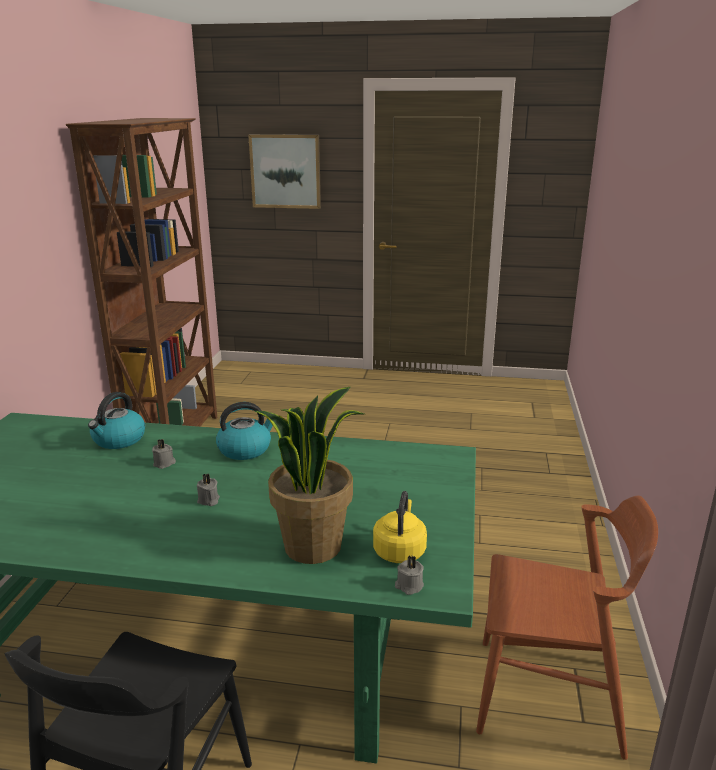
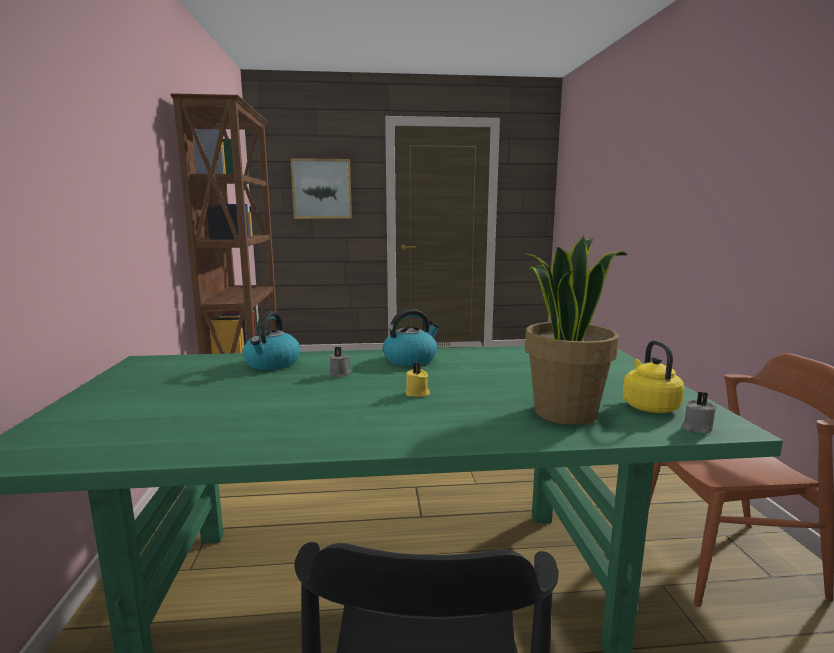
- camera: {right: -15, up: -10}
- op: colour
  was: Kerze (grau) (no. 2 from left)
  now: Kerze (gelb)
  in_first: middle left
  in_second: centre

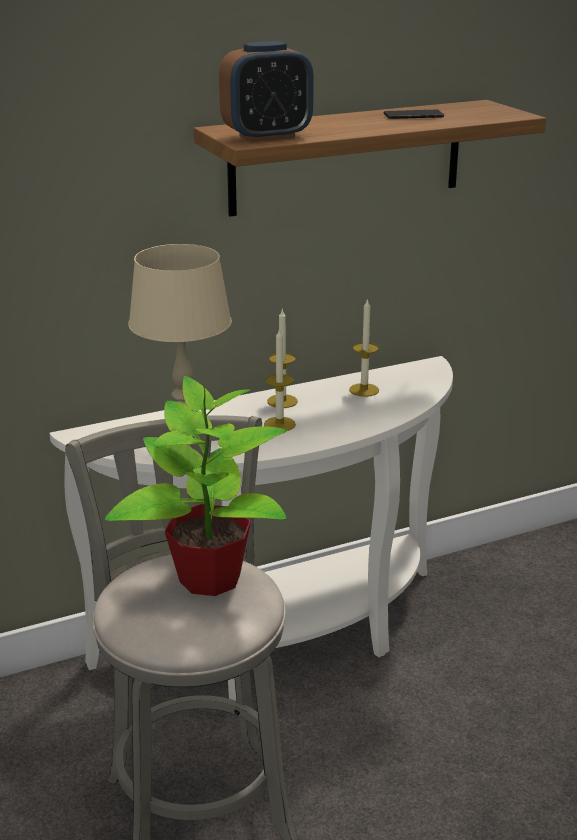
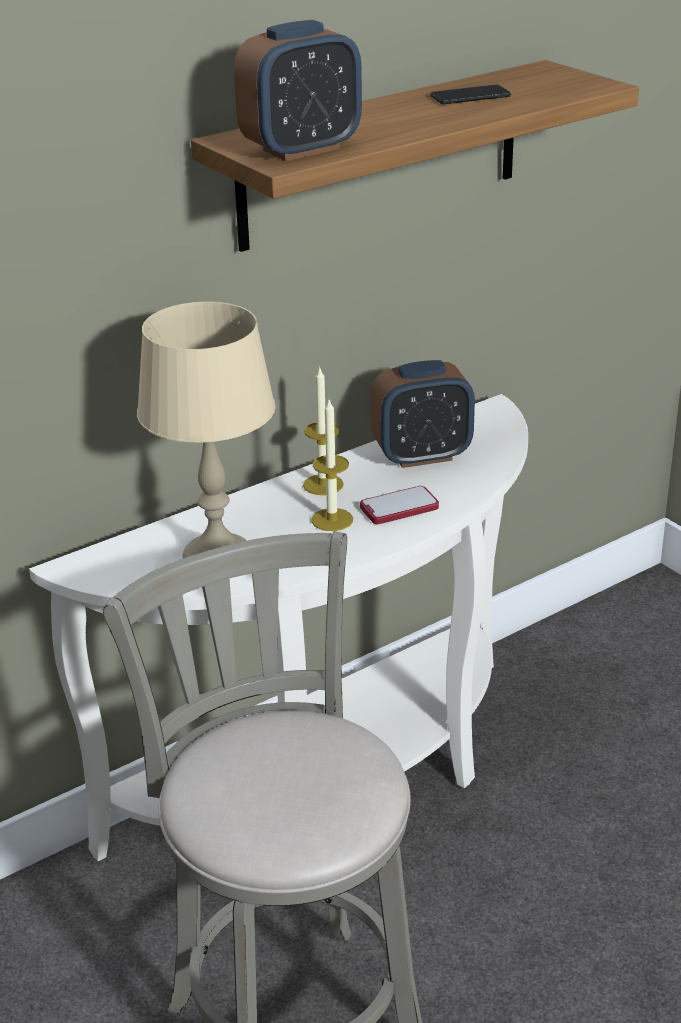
- camera: {right: -10, up: 5}
- op: missing
  was: Topfpflanze
  in_first: centre
- op: appeared
  now: Handy (no. 1 from left)
  in_second: centre
- op: exchanged
  was: Kerze (no. 3 from left)
  now: Wecker (no. 2 from left)
  in_first: centre
  in_second: centre

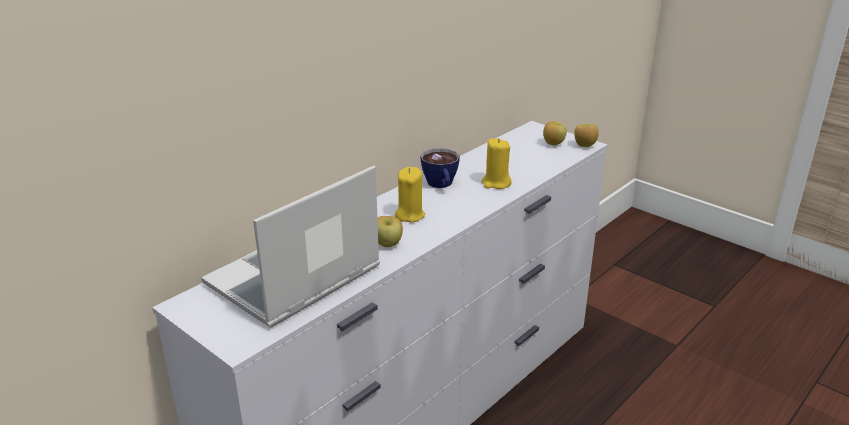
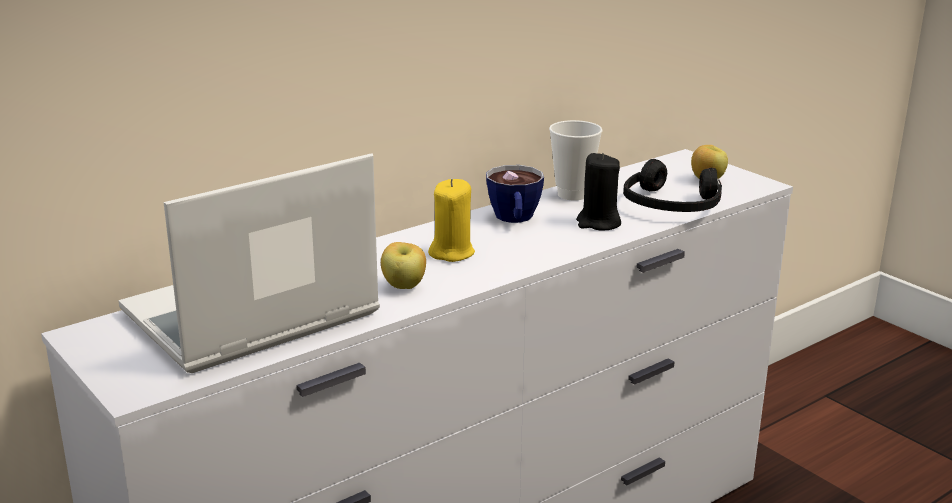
- camera: {right: 10, up: -5}
- op: missing
  was: Apfel (no. 3 from left)
  in_first: top right
- op: appeared
  now: Tasse (no. 2 from left)
  in_second: top centre
- op: appeared
  now: Kopfhörer (schwarz)
  in_second: middle right
- op: colour
  was: Kerze (gelb) (no. 2 from left)
  now: Kerze (schwarz)
  in_first: centre
  in_second: centre

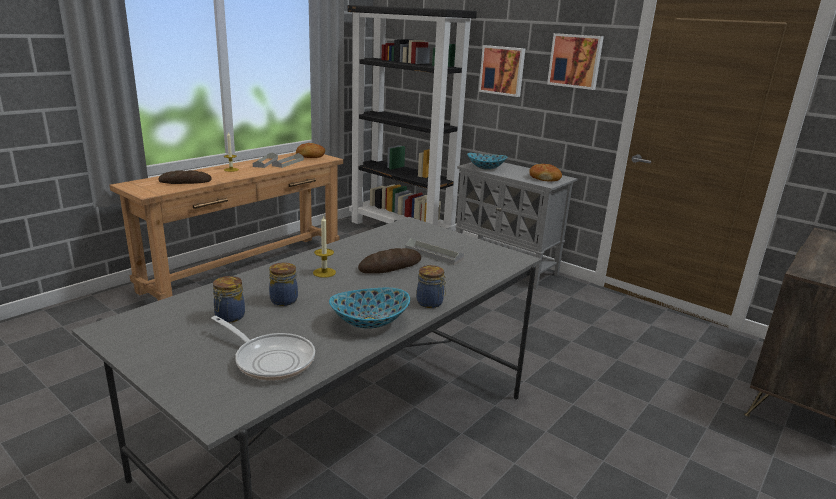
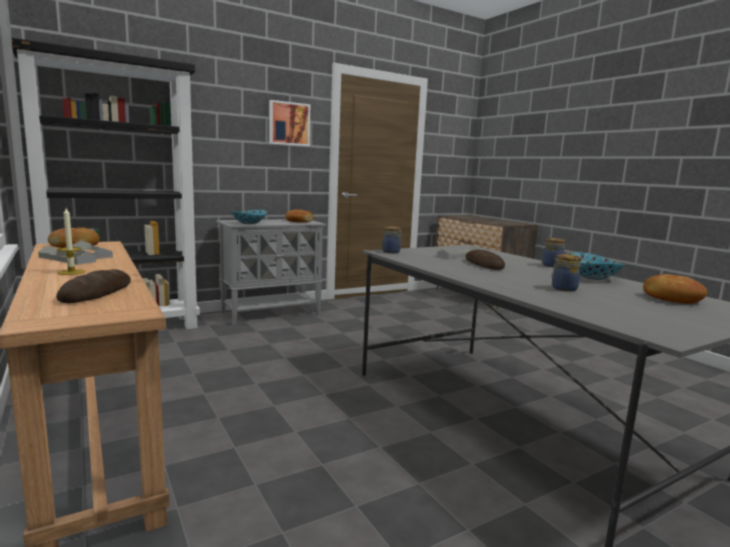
- camera: {right: -70, up: -10}
- op: missing
  was: Kerze (no. 2 from left)
  in_first: centre
- op: missing
  was: Bild (no. 1 from left)
  in_first: top centre
- op: relocated
  was: Vorratsglas (no. 1 from left)
  in_first: middle left
  in_second: centre
- op: exchanged
  was: Pfanne
  now: Brot (no. 5 from left)
  in_first: bottom left
  in_second: middle right

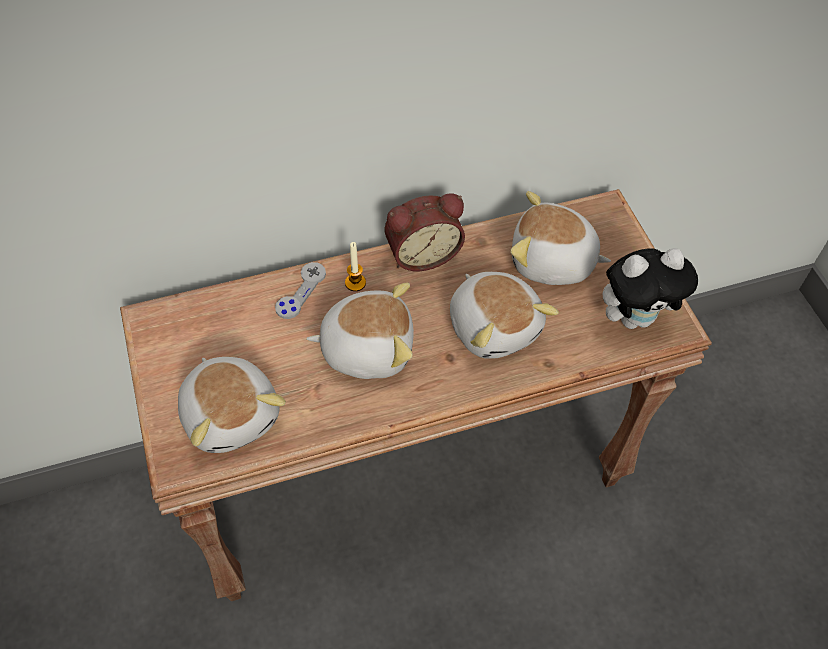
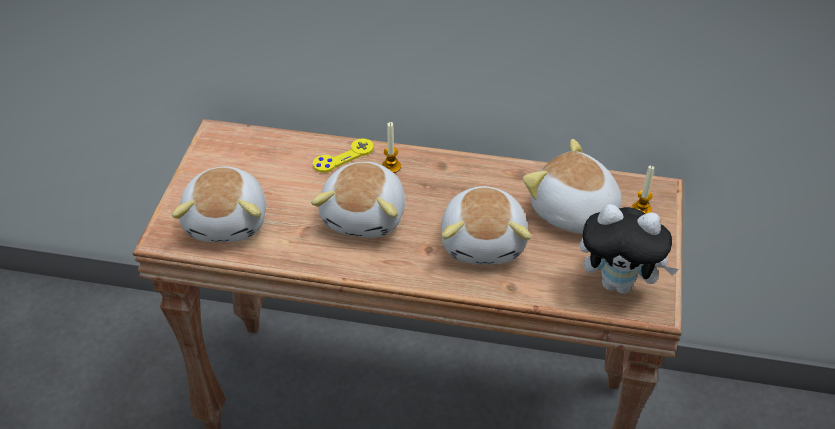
- camera: {right: 30, up: -10}
- op: missing
  was: Wecker
  in_first: centre
- op: appeared
  now: Kerze (no. 2 from left)
  in_second: middle right
- op: colour
  was: Gamepad (grau)
  now: Gamepad (gelb)
  in_first: centre
  in_second: centre
- op: spun
  was: Plüschtier (no. 2 from left)
  in_first: centre
  in_second: centre
  clockwise: 75

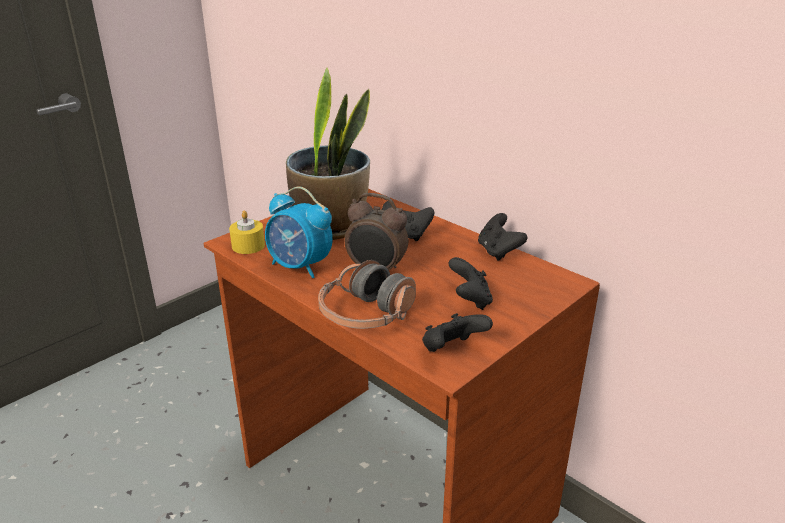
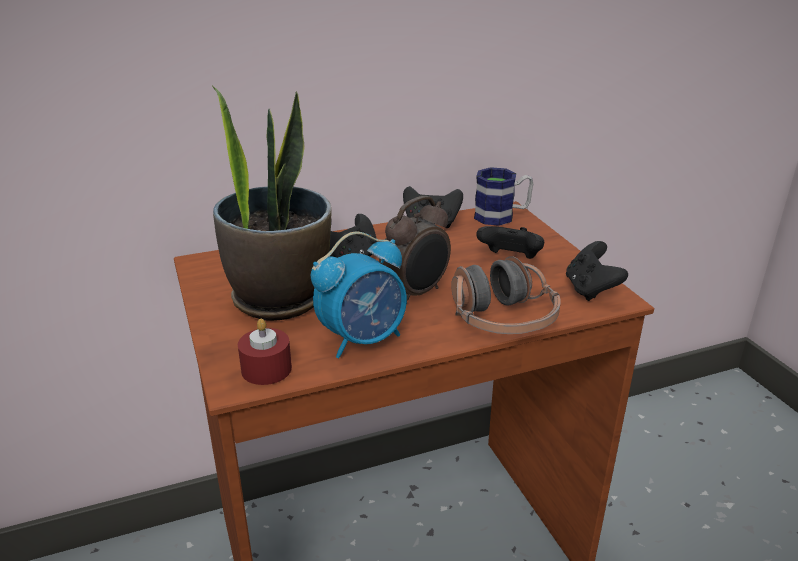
- camera: {right: -65, up: 0}
- op: appeared
  now: Henkelbecher
  in_second: centre
- op: colour
  was: Kerze (gelb)
  now: Kerze (rot)
  in_first: middle left
  in_second: middle left

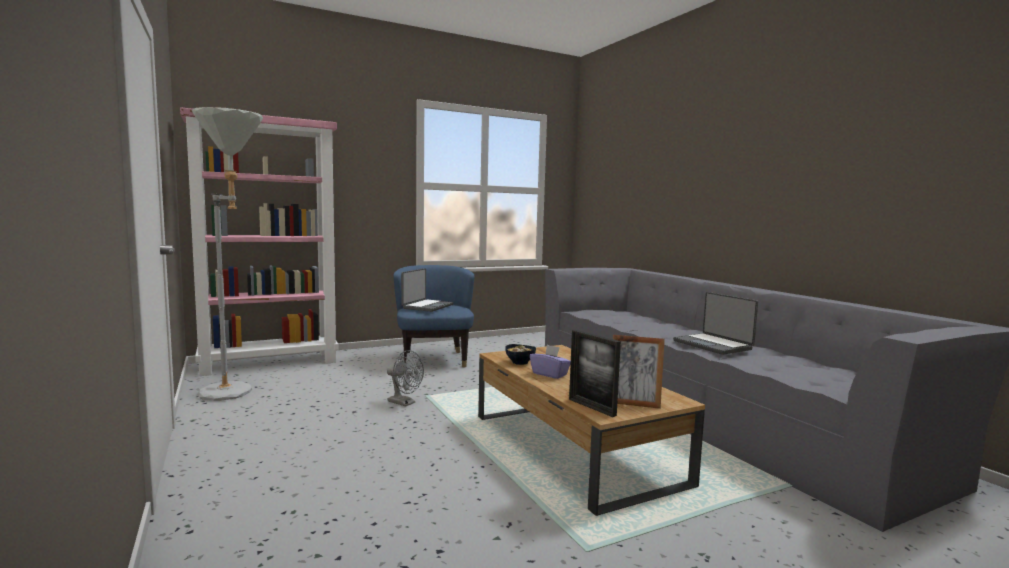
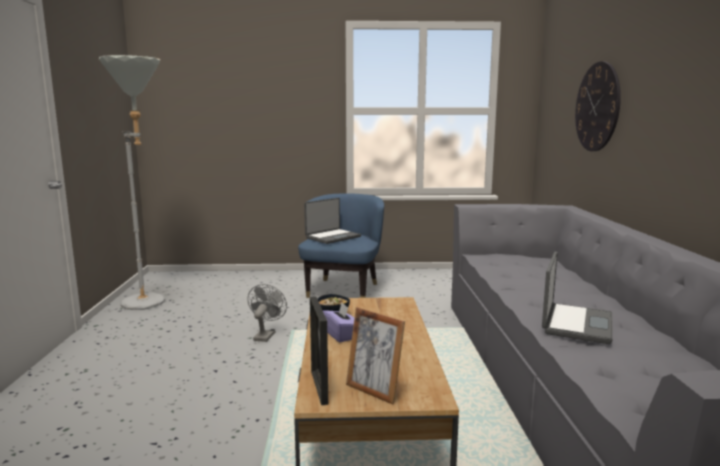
- camera: {right: 25, up: 5}
- op: missing
  was: Bücherregal (rosa)
  in_first: middle left
- op: appeared
  now: Wanduhr
  in_second: top right
- op: spun
  was: Ventilator (grau)
  in_first: centre
  in_second: bottom centre
  clockwise: -135
- op: spun
  was: Laptop (no. 2 from left)
  in_first: middle right
  in_second: middle right
  clockwise: -150

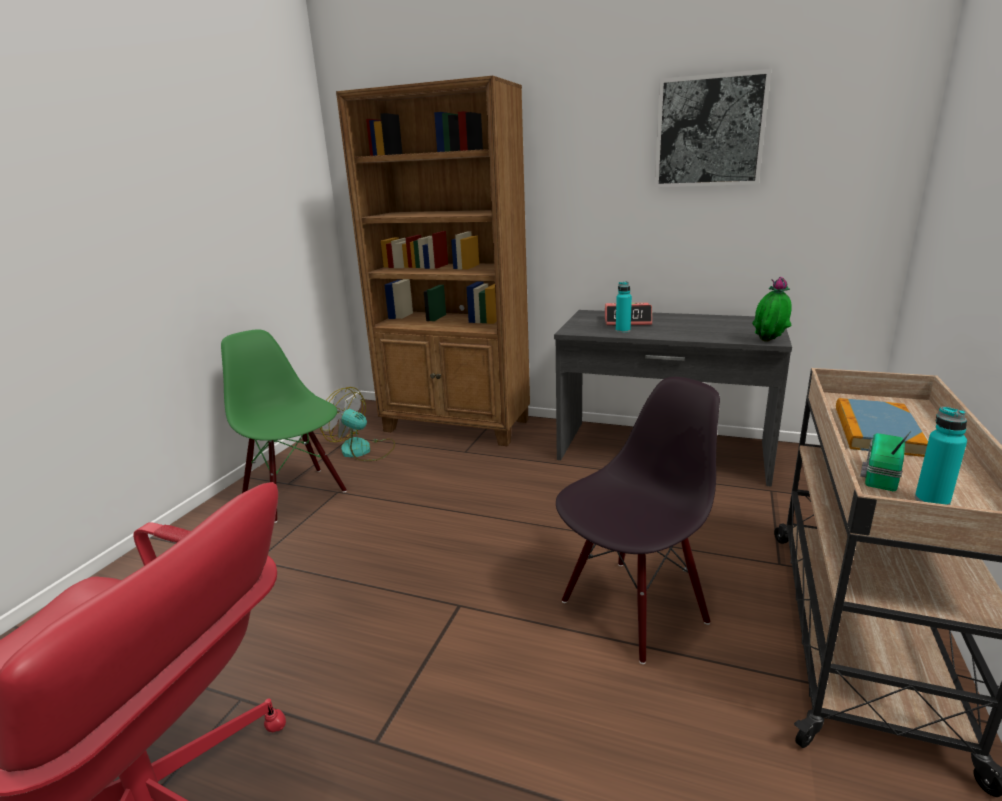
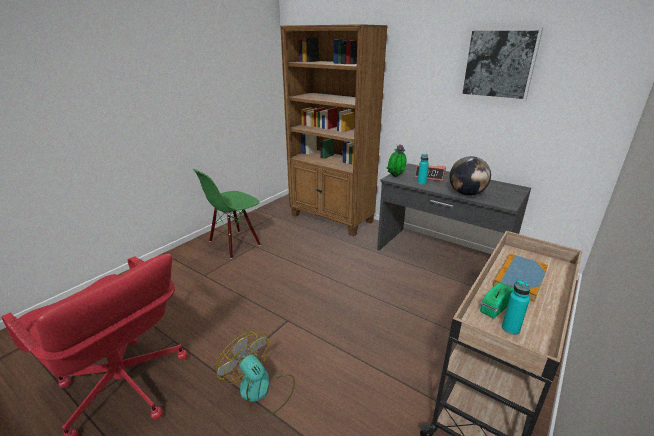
- camera: {right: 15, up: 5}
- op: missing
  was: Stuhl (schwarz)
  in_first: centre
- op: appeared
  now: Globus
  in_second: middle right
- op: relocated
  was: Ventilator
  in_first: centre
  in_second: bottom centre
- op: relocated
  was: Topfpflanze
  in_first: middle right
  in_second: centre
- op: spun
  was: Stuhl (grün)
  in_first: middle left
  in_second: centre
  clockwise: -105

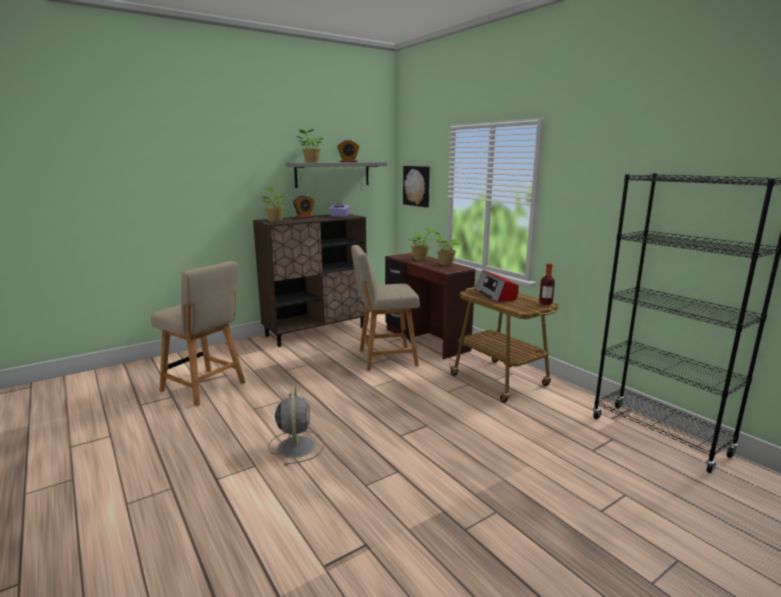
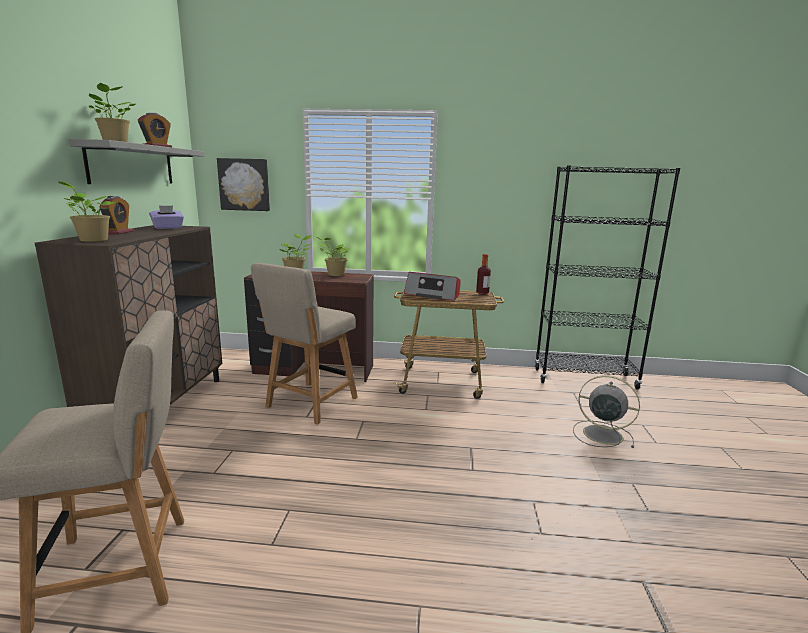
- camera: {right: -50, up: 0}
- op: relocated
  was: Ventilator (grau)
  in_first: bottom centre
  in_second: middle right

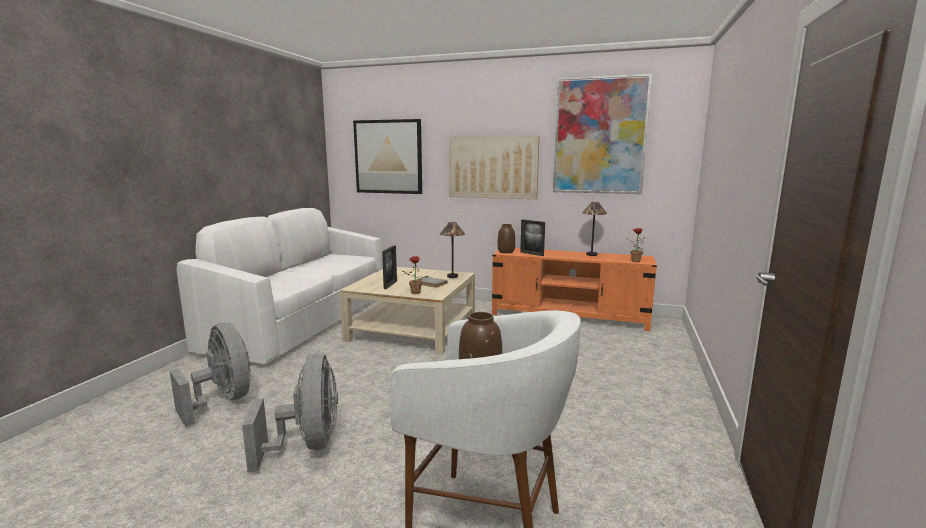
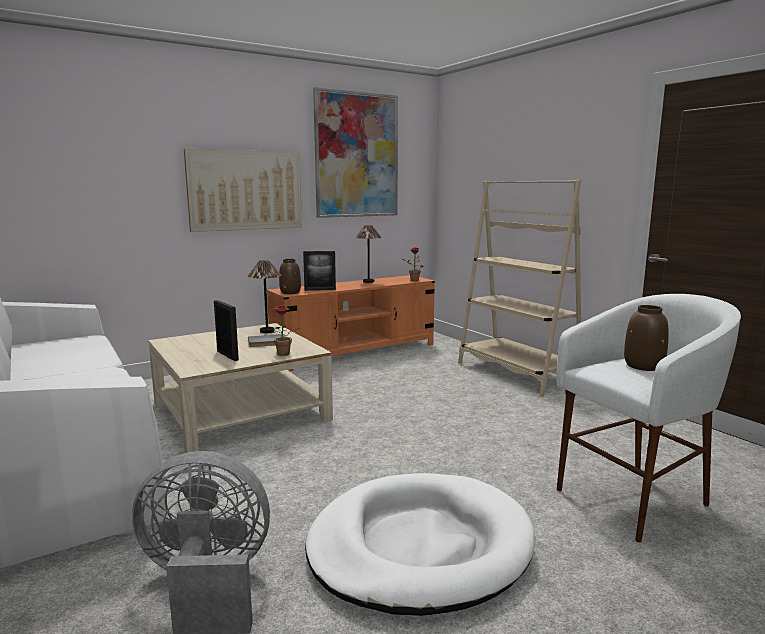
- camera: {right: -50, up: 0}
- op: missing
  was: Bild (no. 1 from left)
  in_first: top centre
- op: appeared
  now: Bücherregal (beige)
  in_second: middle right
- op: exchanged
  was: Ventilator (grau) (no. 2 from left)
  now: Hundebett (weiß)
  in_first: bottom left
  in_second: bottom centre

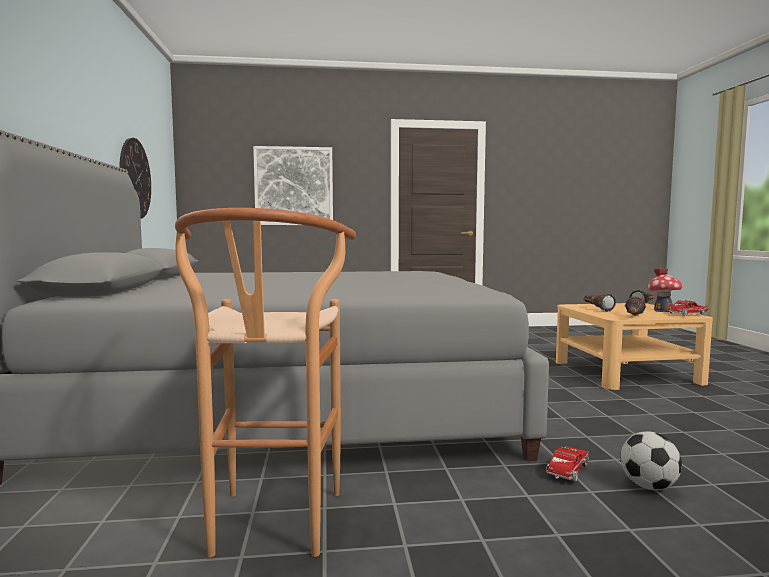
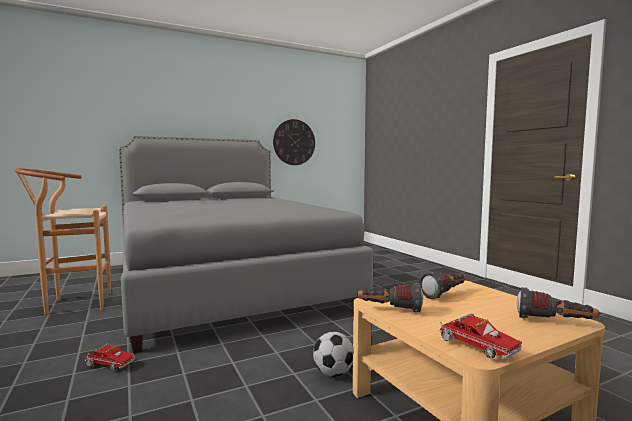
- camera: {right: 70, up: 0}
- op: missing
  was: Bild
  in_first: top centre
- op: missing
  was: Spielzeughaus
  in_first: middle right
- op: relocated
  was: Fußball
  in_first: bottom right
  in_second: bottom centre

